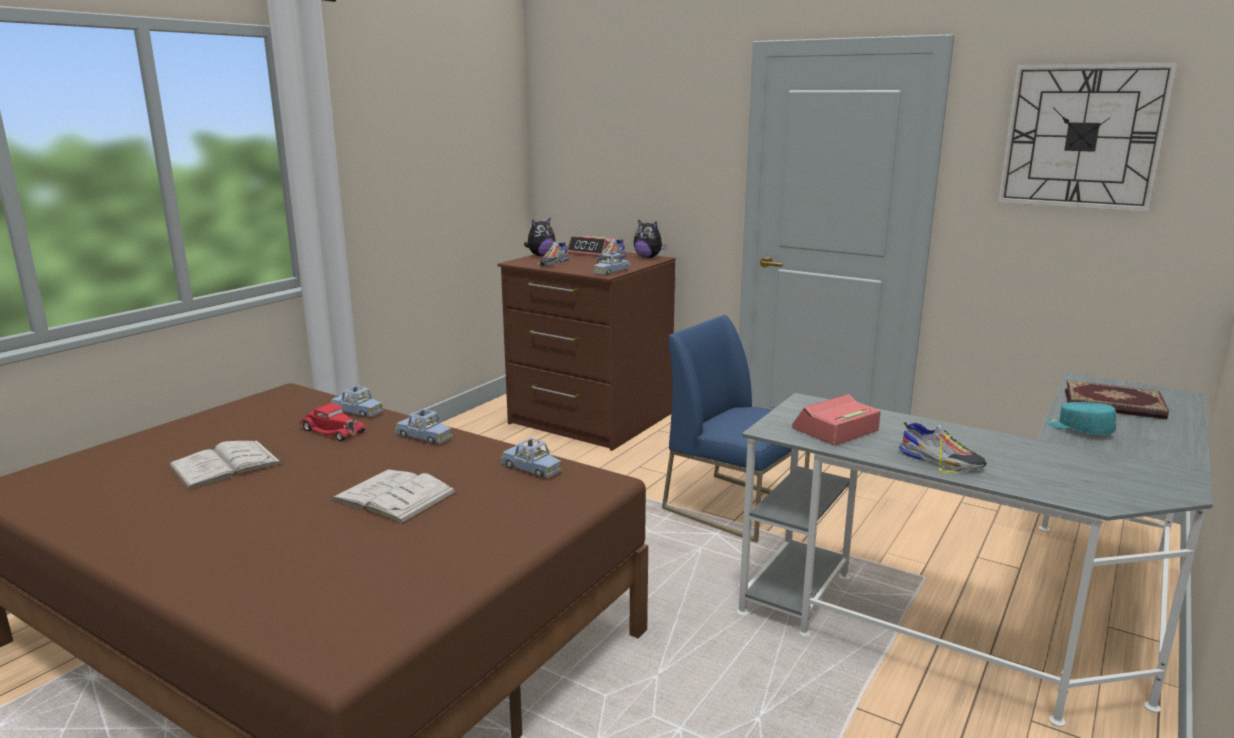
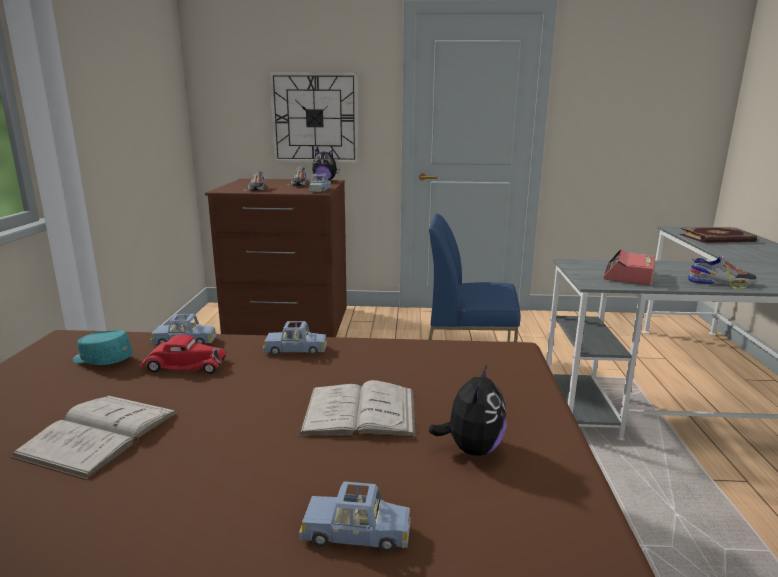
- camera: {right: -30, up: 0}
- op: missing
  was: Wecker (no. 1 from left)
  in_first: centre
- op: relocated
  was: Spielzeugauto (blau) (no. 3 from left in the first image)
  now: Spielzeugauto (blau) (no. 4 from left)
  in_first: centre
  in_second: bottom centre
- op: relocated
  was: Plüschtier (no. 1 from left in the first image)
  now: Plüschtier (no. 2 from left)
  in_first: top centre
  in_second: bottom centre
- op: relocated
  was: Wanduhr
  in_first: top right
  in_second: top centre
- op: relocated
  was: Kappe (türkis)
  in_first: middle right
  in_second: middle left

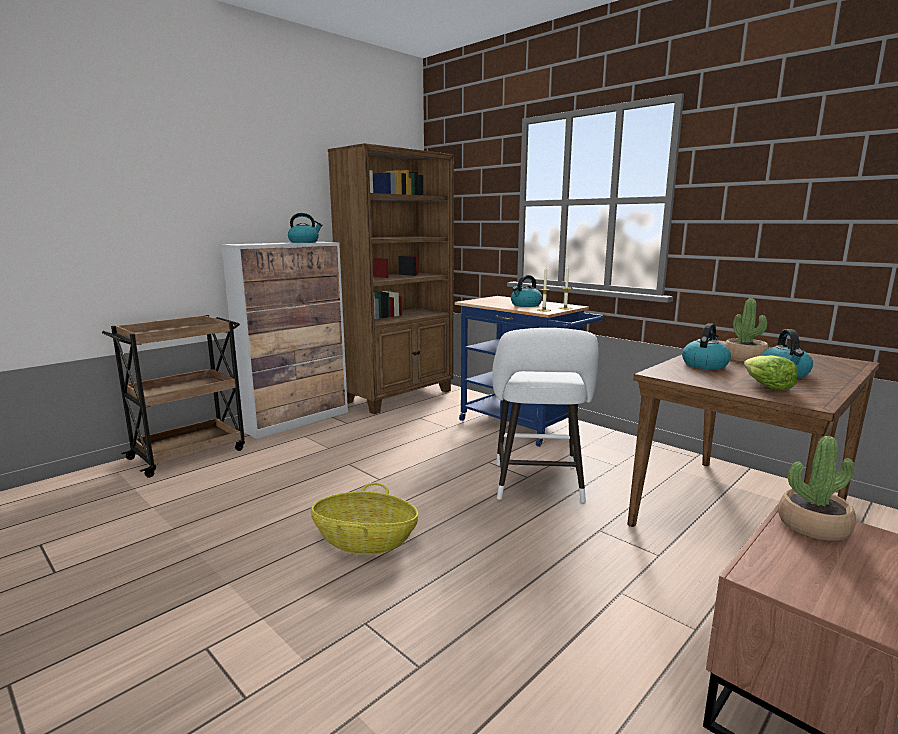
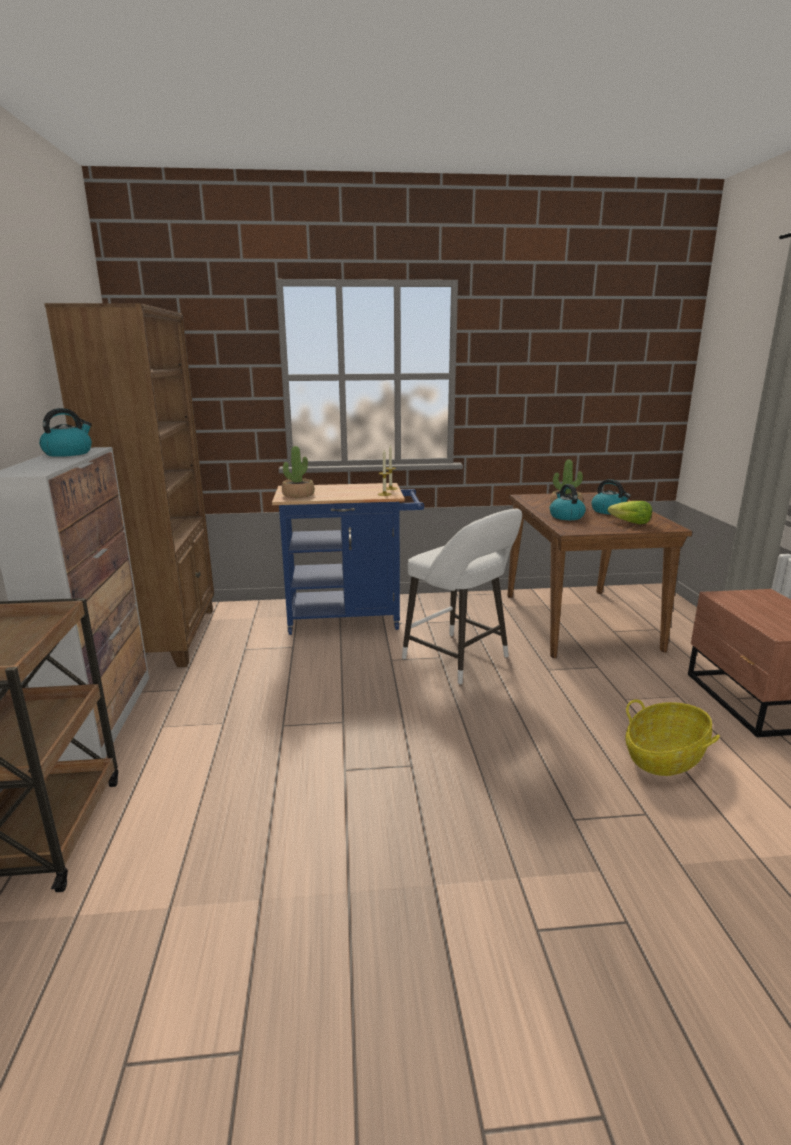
- camera: {right: -50, up: 5}
- op: missing
  was: Wasserkessel (no. 2 from left)
  in_first: centre
- op: relocated
  was: Korb
  in_first: bottom centre
  in_second: middle right
- op: relocated
  was: Topfpflanze (no. 2 from left in the first image)
  now: Topfpflanze (no. 1 from left)
  in_first: middle right
  in_second: centre

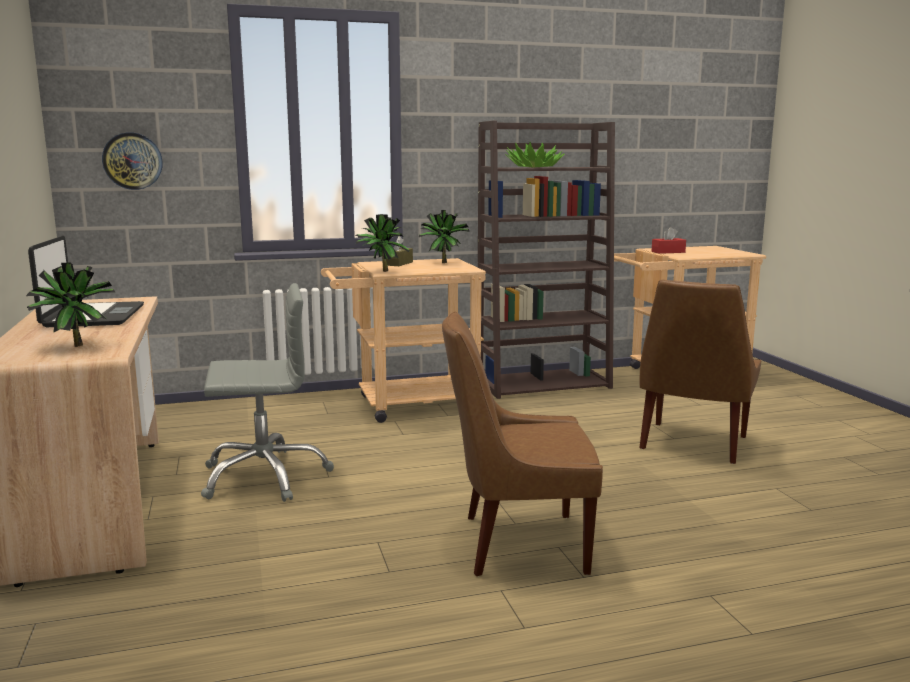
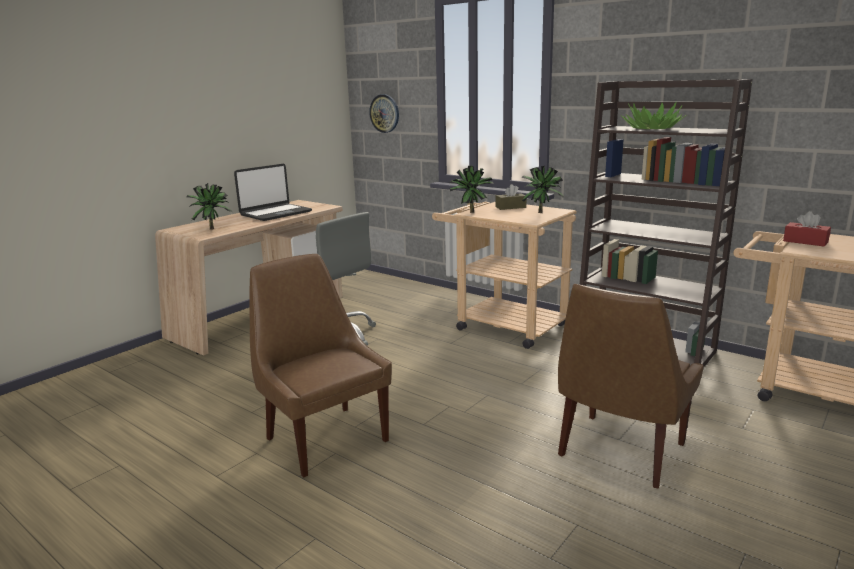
- camera: {right: 55, up: 5}
- op: spun
  was: Stuhl (braun) (no. 2 from left)
  in_first: middle right
  in_second: bottom right
  clockwise: -45

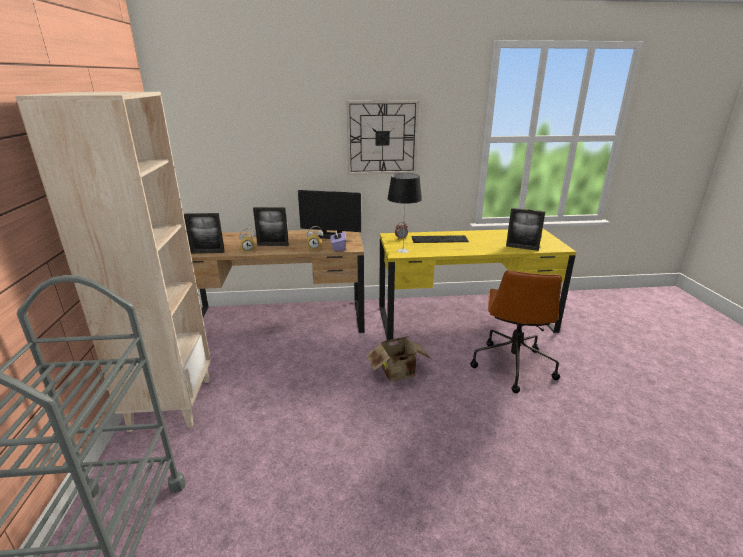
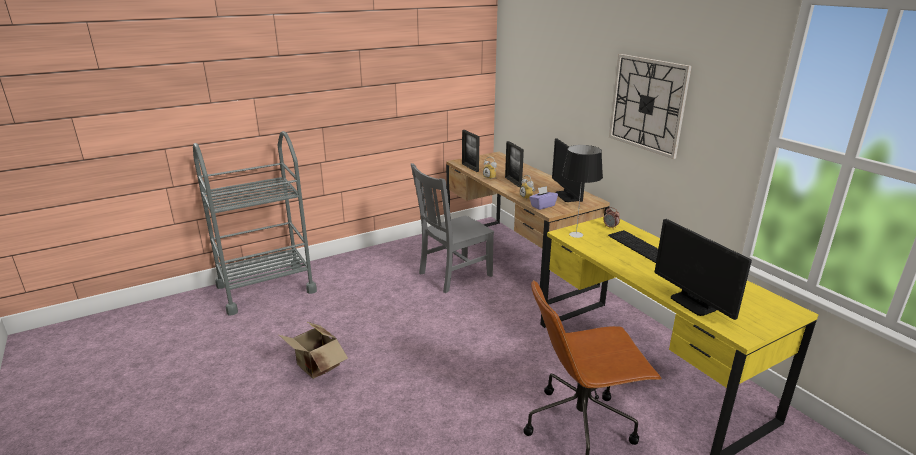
- camera: {right: 65, up: 0}
- op: missing
  was: Bücherregal (beige)
  in_first: middle left
- op: appeared
  now: Stuhl (grau)
  in_second: centre
- op: relocated
  was: Karton
  in_first: centre
  in_second: bottom centre
- op: exchanged
  was: Bilderrahmen (no. 3 from left)
  now: Monitor (no. 2 from left)
  in_first: middle right
  in_second: middle right

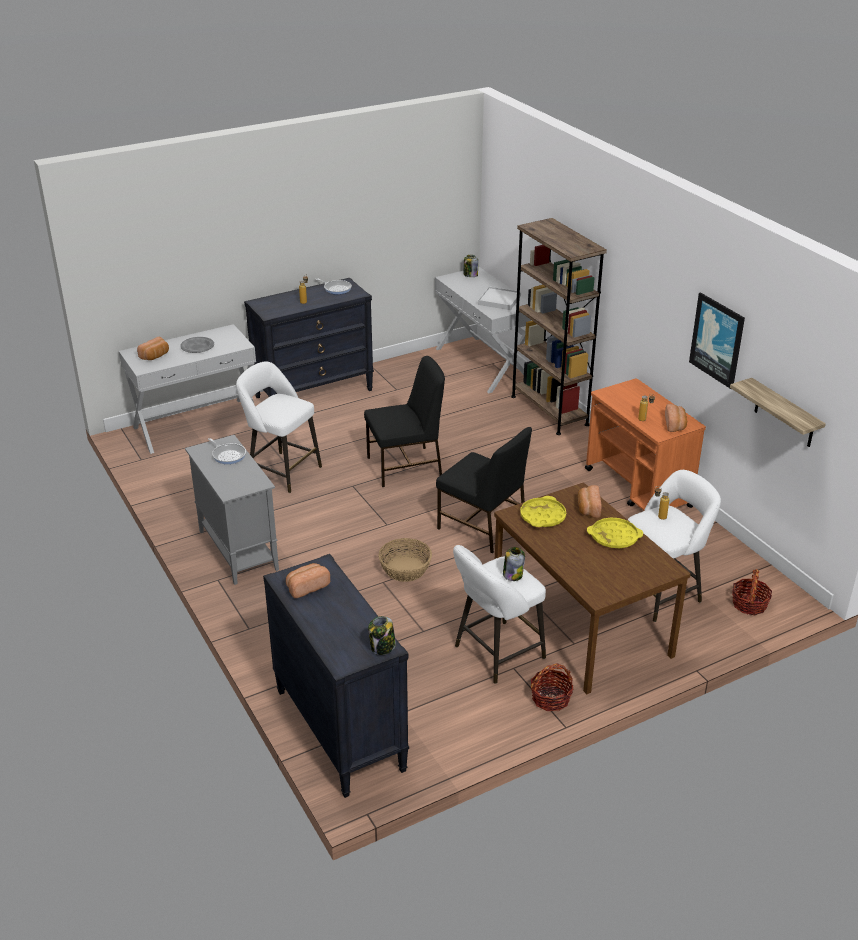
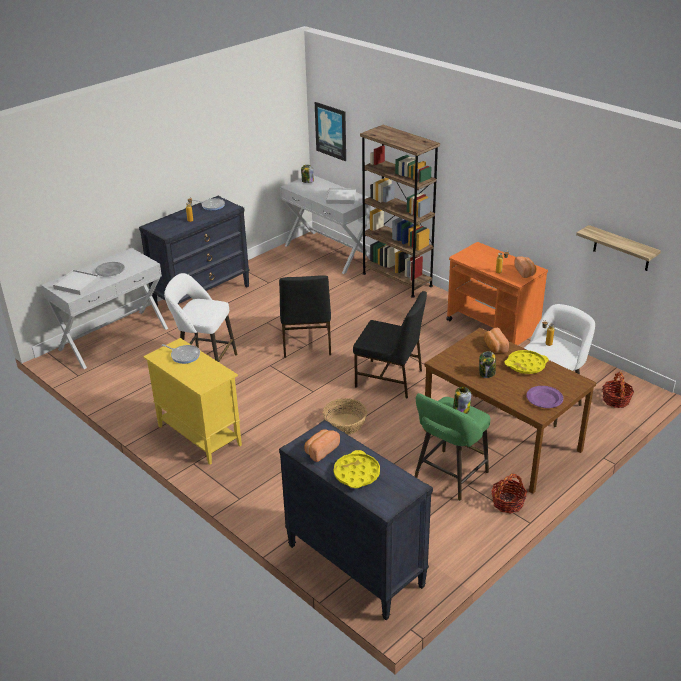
- camera: {right: -15, up: 0}
- op: appeared
  now: Teller (lila)
  in_second: middle right
- op: relocated
  was: Vorratsglas (no. 1 from left in the first image)
  now: Vorratsglas (no. 3 from left)
  in_first: bottom centre
  in_second: middle right
- op: relocated
  was: Tablett (gelb) (no. 1 from left)
  in_first: centre
  in_second: bottom centre
- op: relocated
  was: Bild
  in_first: middle right
  in_second: top centre
- op: exchanged
  was: Brot (no. 1 from left)
  now: Tablett (weiß) (no. 1 from left)
  in_first: middle left
  in_second: middle left
- op: colour
  was: Schrank (grau)
  now: Schrank (gelb)
  in_first: middle left
  in_second: middle left
- op: colour
  was: Hocker (weiß) (no. 2 from left)
  now: Hocker (grün)
  in_first: centre
  in_second: centre
- op: spun
  was: Stuhl (schwarz) (no. 1 from left)
  in_first: centre
  in_second: centre
  clockwise: 120

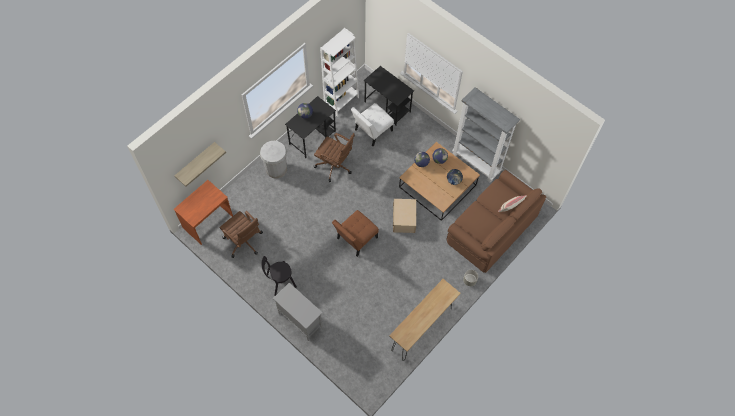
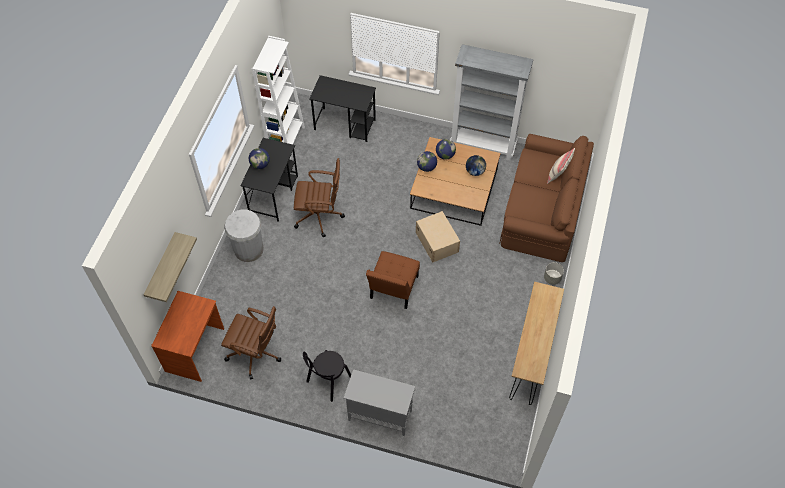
- camera: {right: -25, up: -5}
- op: missing
  was: Stuhl (weiß)
  in_first: top centre

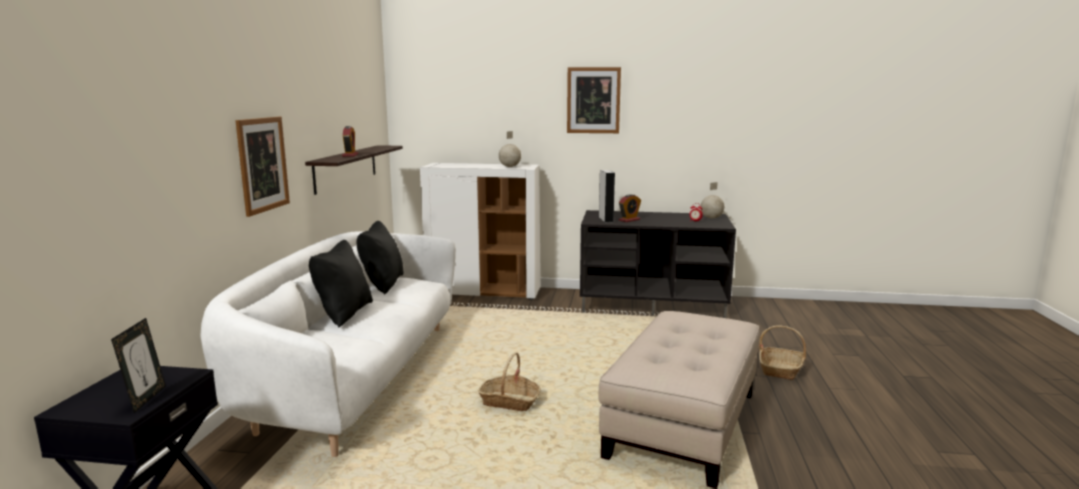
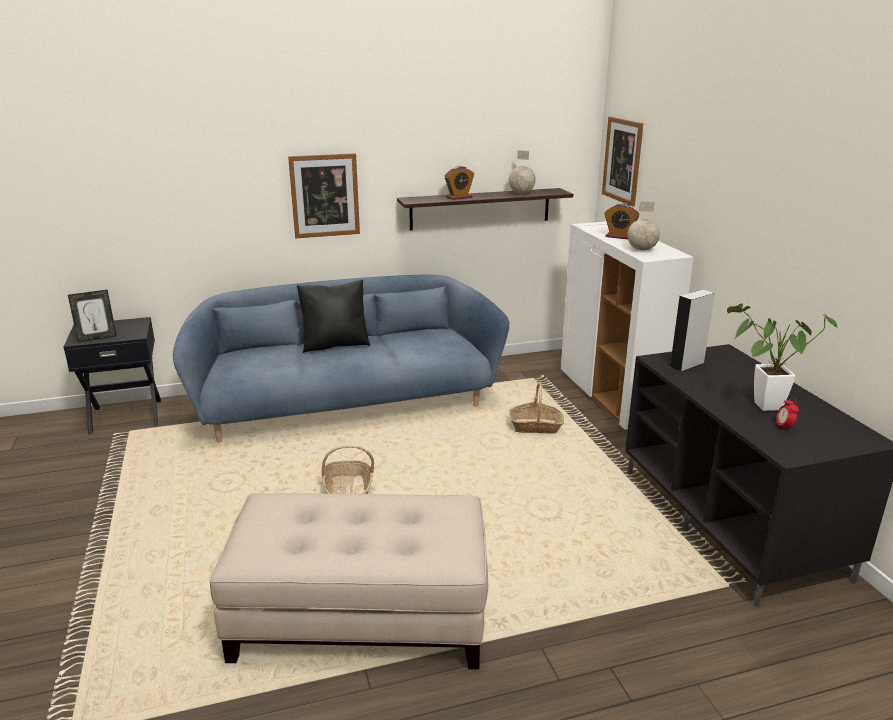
- camera: {right: 65, up: 10}
- op: missing
  was: Kissen (schwarz) (no. 2 from left)
  in_first: centre
- op: appeared
  now: Topfpflanze
  in_second: middle right
- op: relocated
  was: Bild (no. 2 from left)
  in_first: top centre
  in_second: top right
- op: relocated
  was: Wecker (no. 2 from left)
  in_first: centre
  in_second: top right
- op: relocated
  was: Globus (no. 2 from left in the first image)
  now: Globus (no. 1 from left)
  in_first: centre
  in_second: top centre
- op: relocated
  was: Korb (no. 2 from left)
  in_first: bottom right
  in_second: centre
- op: colour
  was: Sofa (weiß)
  now: Sofa (blau)
  in_first: bottom left
  in_second: centre

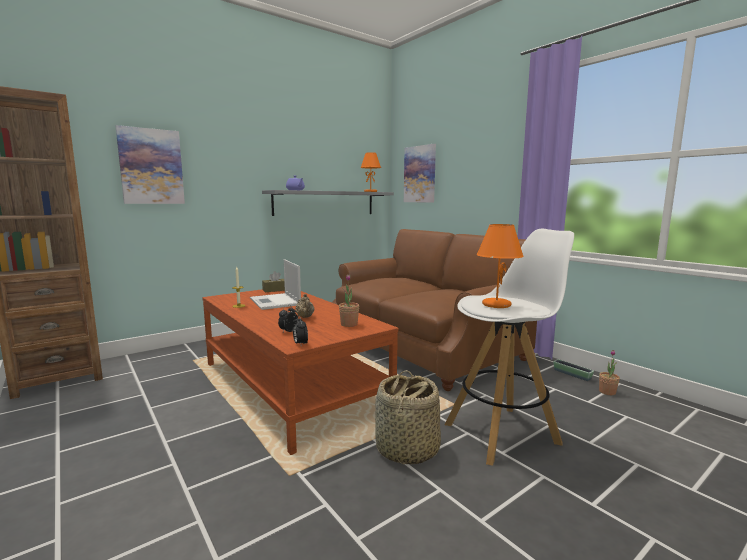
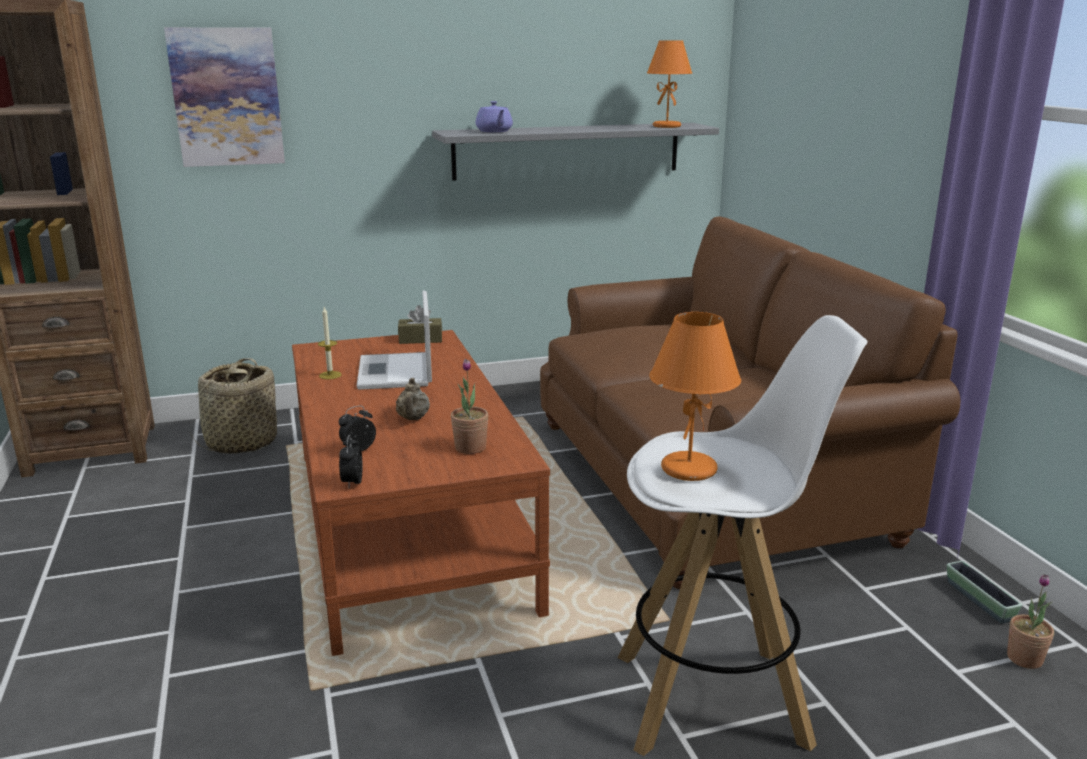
- camera: {right: 20, up: 10}
- op: missing
  was: Bild (no. 2 from left)
  in_first: top centre
- op: relocated
  was: Korb
  in_first: bottom centre
  in_second: middle left

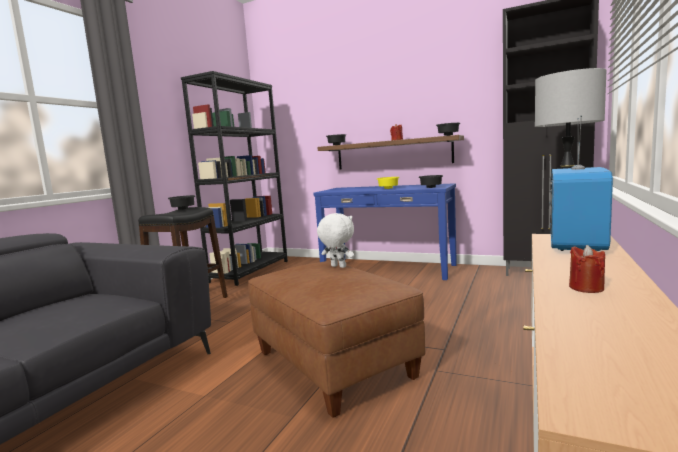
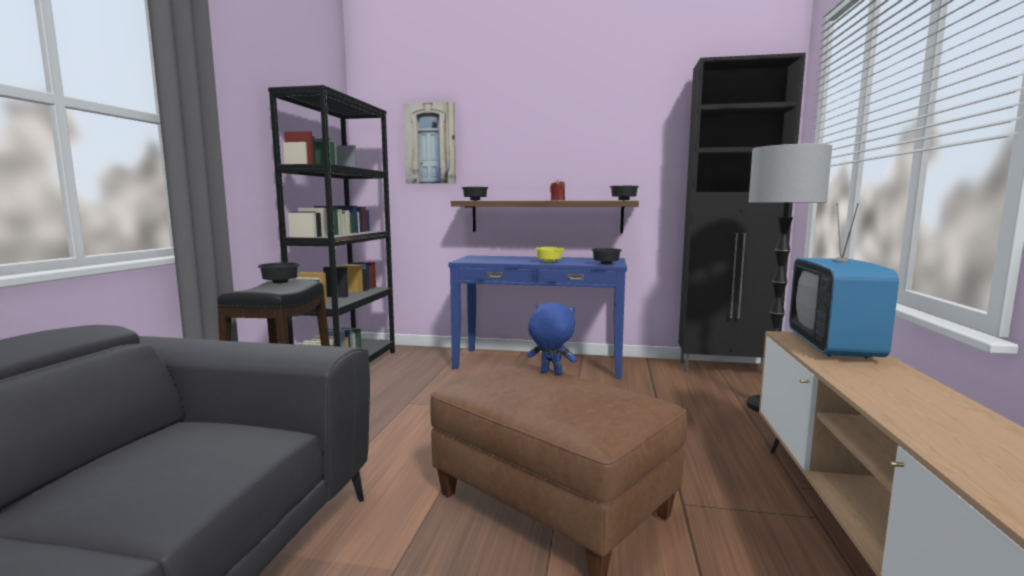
- camera: {right: -15, up: 0}
- op: missing
  was: Kerze (rot) (no. 2 from left)
  in_first: middle right
- op: appeared
  now: Bild
  in_second: top centre
- op: colour
  was: Plüschtier (weiß)
  now: Plüschtier (blau)
  in_first: centre
  in_second: centre

